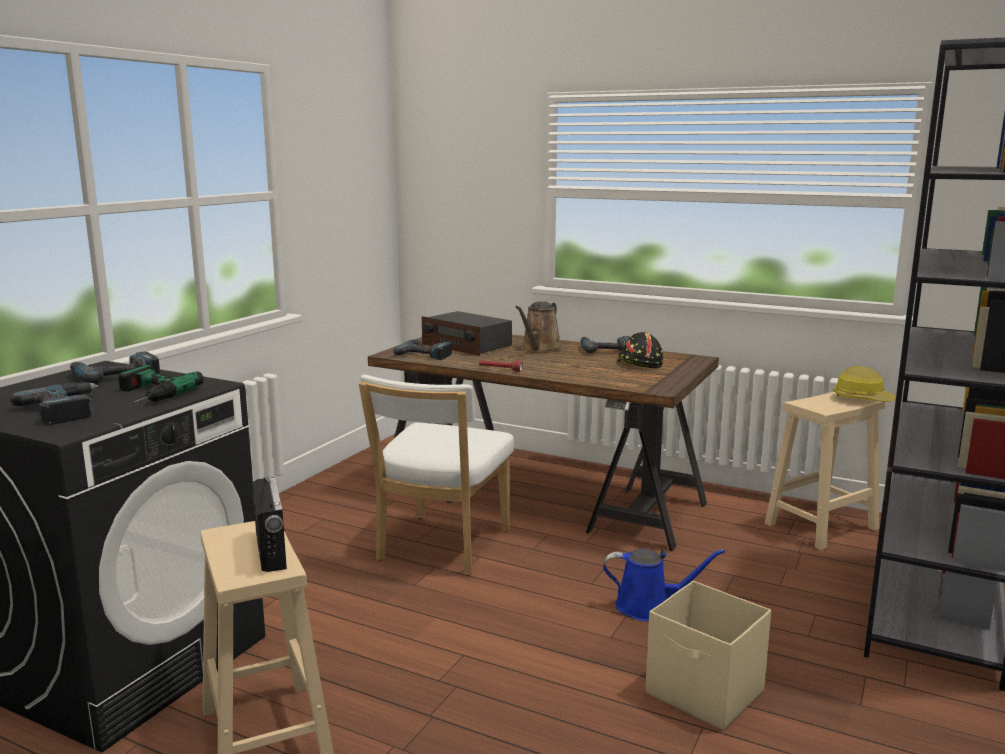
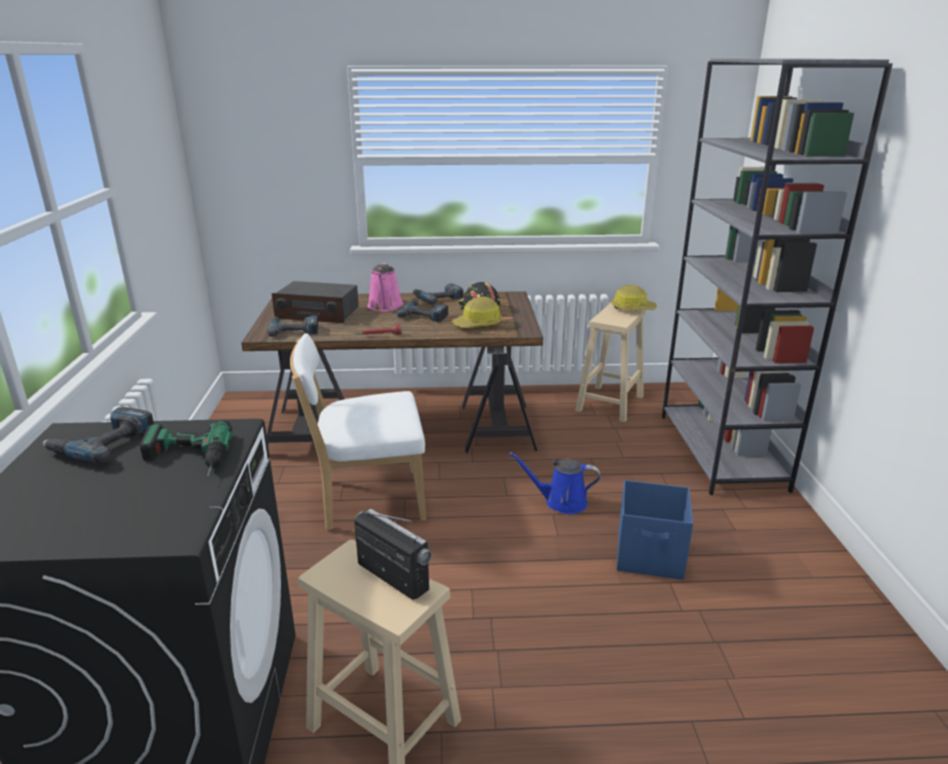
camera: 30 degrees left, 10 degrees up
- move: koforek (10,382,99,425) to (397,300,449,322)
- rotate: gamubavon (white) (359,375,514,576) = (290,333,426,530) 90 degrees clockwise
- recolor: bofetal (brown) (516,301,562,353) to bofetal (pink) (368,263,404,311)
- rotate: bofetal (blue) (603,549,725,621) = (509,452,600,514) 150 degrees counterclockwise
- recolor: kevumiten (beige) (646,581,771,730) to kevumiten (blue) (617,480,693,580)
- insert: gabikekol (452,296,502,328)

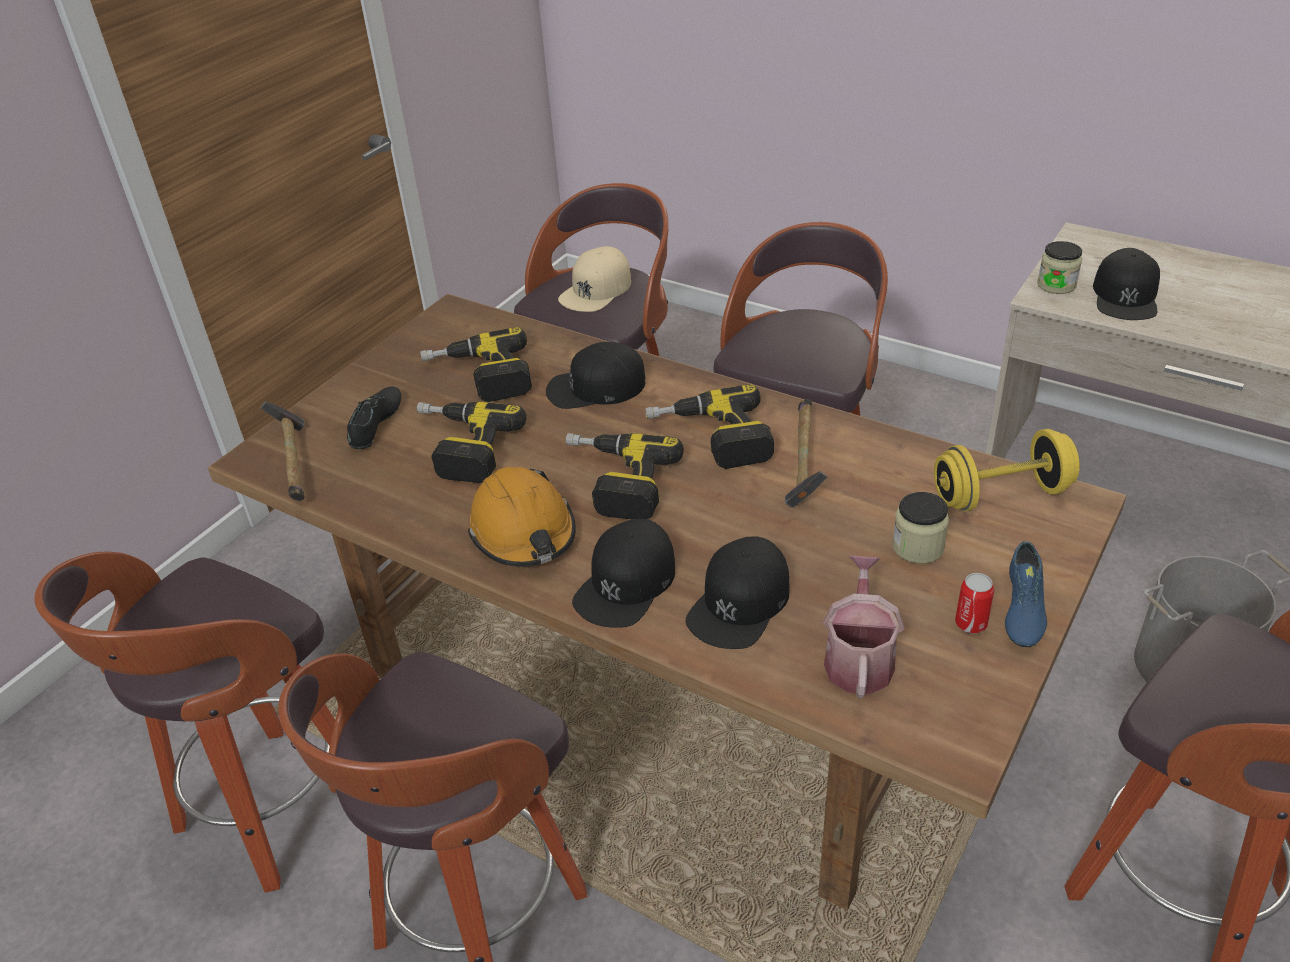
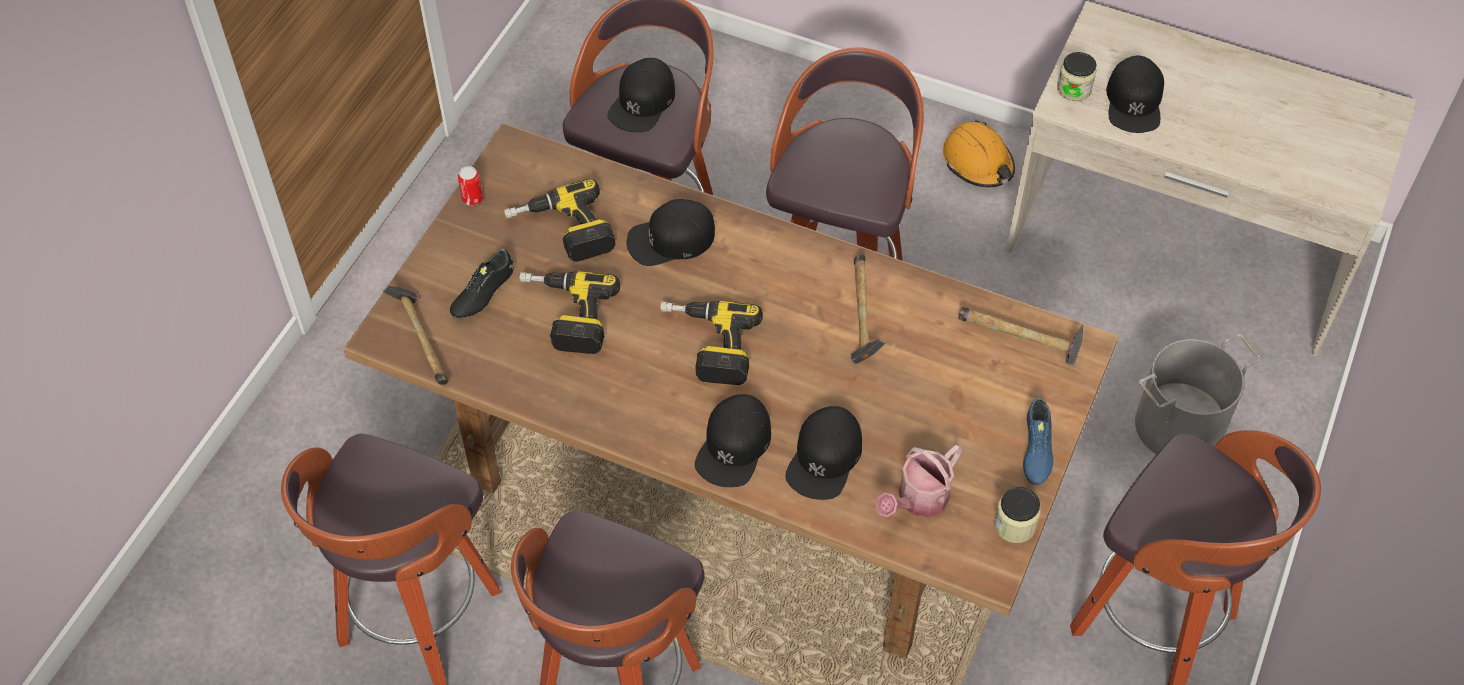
camera: 10 degrees left, 15 degrees up
- rotate: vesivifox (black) (347,386,401,449) = (450,249,514,318) 150 degrees counterclockwise
- move: gabikekol (orange) (468,467,576,567) to (943,120,1015,187)
- recolor: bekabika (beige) (558,246,631,312) to bekabika (black) (607,58,675,132)
- delete: koforek (645,384,774,469)
- rotate: bofetal (823,555,904,698) = (875,445,962,518) 135 degrees counterclockwise
- move: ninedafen (892,492,949,564) to (994,487,1041,543)
- replace: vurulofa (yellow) (934,429,1080,511) to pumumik (958,307,1083,366)
- move: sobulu (955,573,994,633) to (458,166,483,206)

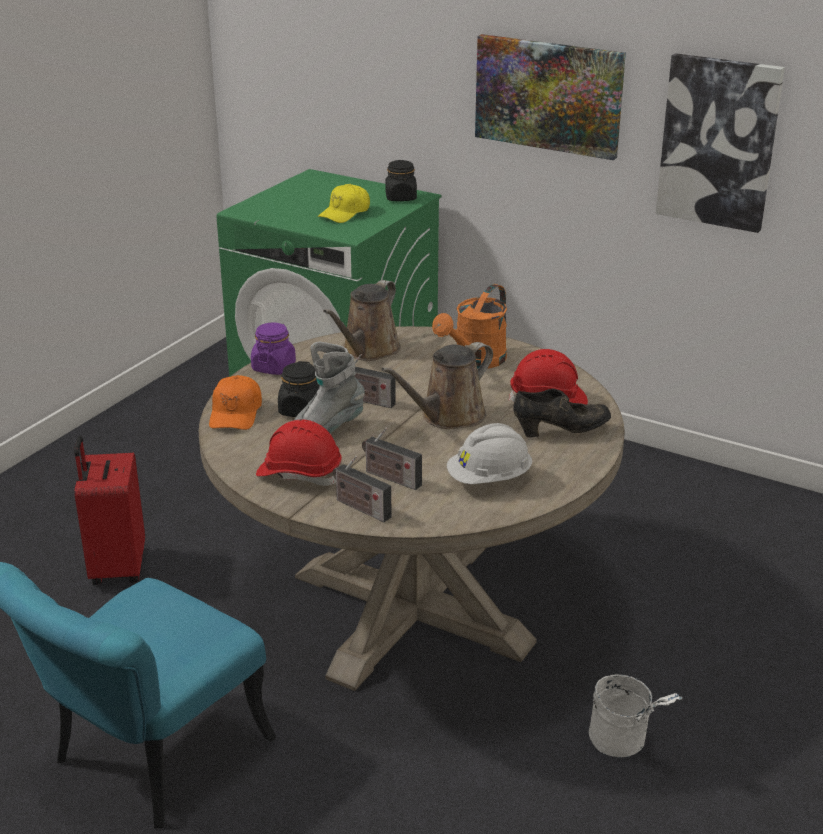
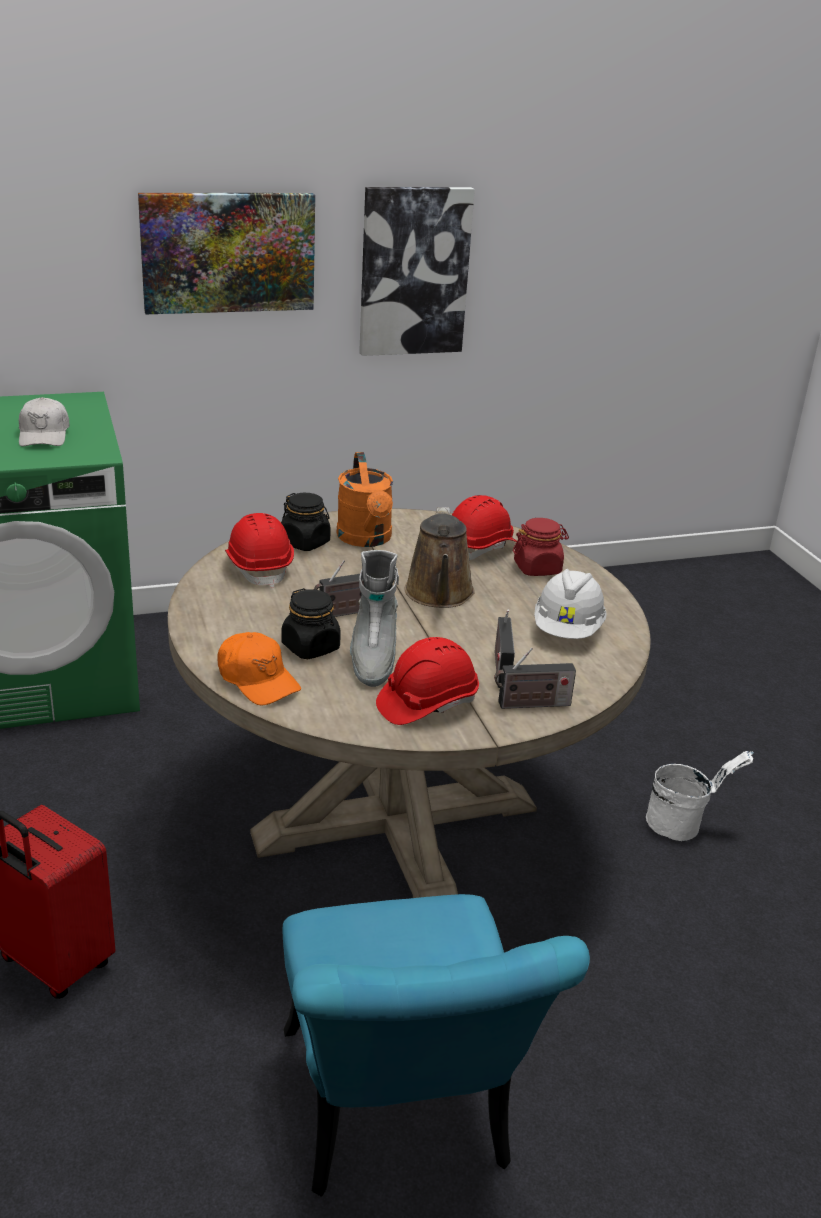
camera: 50 degrees left, 0 degrees up
- delete: ninedafen (purple) (251,323,296,375)
- recolor: bekabika (yellow) (318,184,370,223) to bekabika (white) (19,397,69,446)
- replace: bofetal (brown) (323,280,401,361) to gabikekol (red) (225,513,294,588)
- rotate: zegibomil (362,427,422,490) = (495,610,515,688) 105 degrees clockwise
- move: ninedafen (black) (385,160,417,201) to (281,493,331,551)
- replace: vesivifox (black) (513,389,611,438) to ninedafen (red) (513,518,569,576)

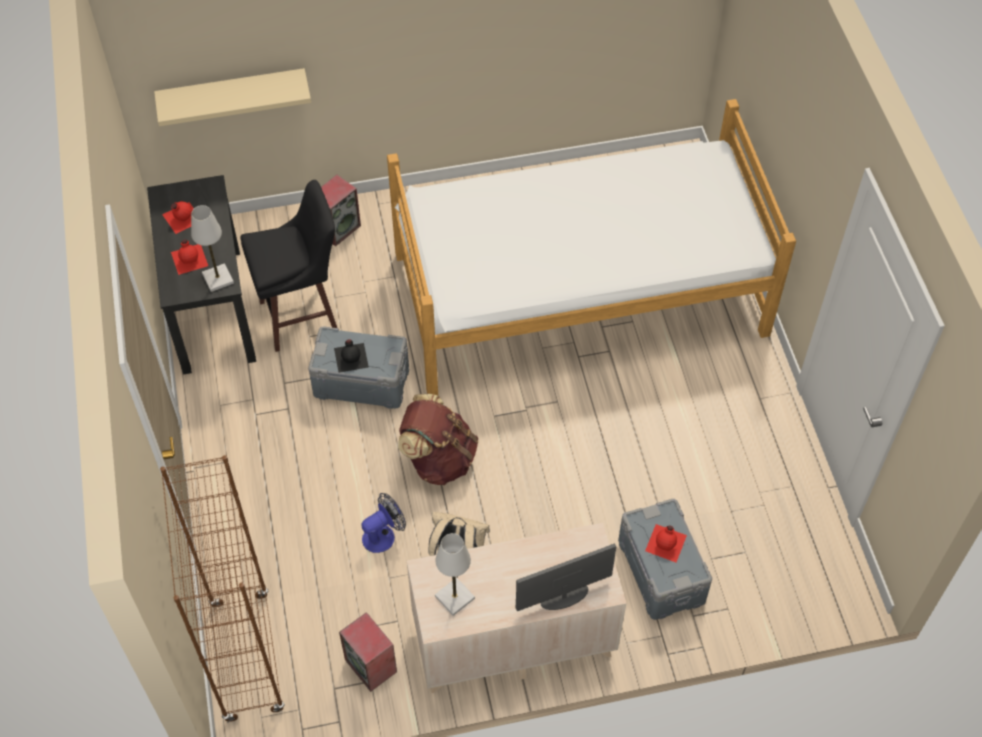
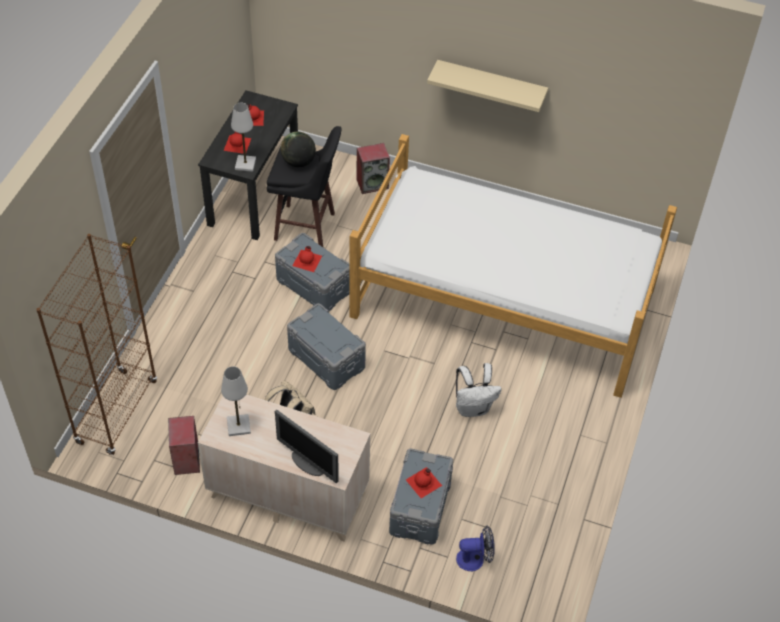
camera: 30 degrees right, 5 degrees down
- move: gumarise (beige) (154,68,311,126) to (427,60,548,112)
- recolor: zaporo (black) (334,339,369,373) to zaporo (red) (292,246,322,272)
- move: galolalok (361,493,406,553) to (456,526,495,571)
- replace: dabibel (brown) (398,394,478,485) to kevumiten (grey) (287,303,366,390)
- rotate: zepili (515,543,616,611) = (275,410,339,483) 150 degrees counterclockwise
- insert: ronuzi (281,132,316,167)
- insert: dabibel (white) (456,363,502,417)

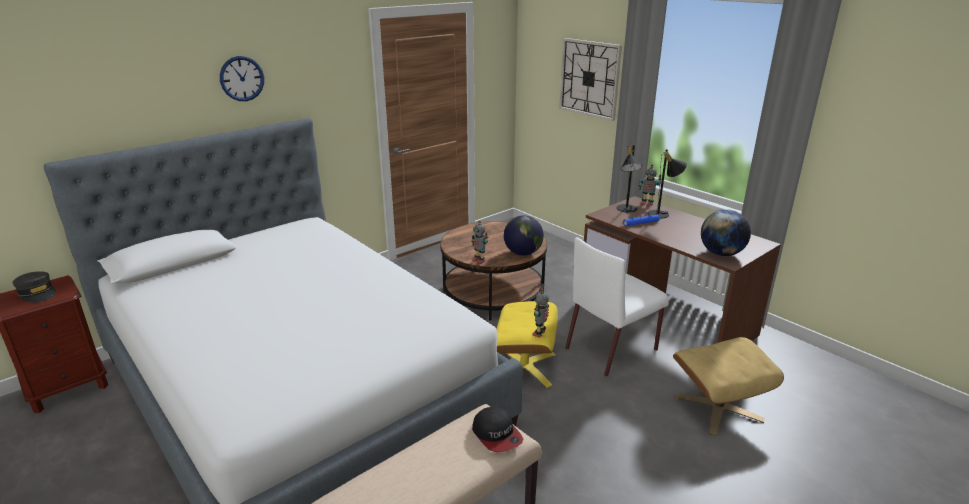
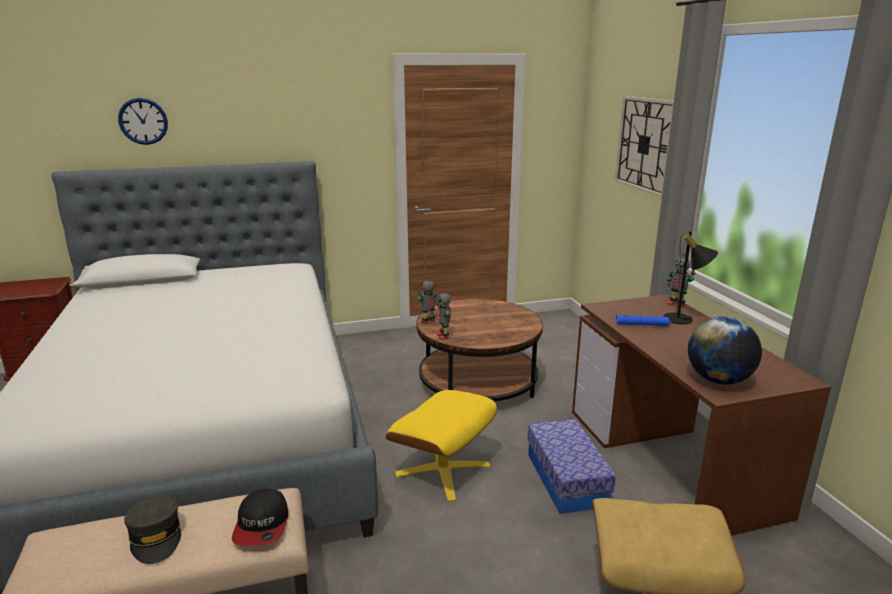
camera: 25 degrees right, 5 degrees down
- move: bekabika (grey) (13,271,56,303) to (124,495,181,564)
- move: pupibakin (220,56,264,101) to (118,98,168,145)
- delete: ronuzi (504,215,544,256)
- move: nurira (532,289,549,338) to (417,276,439,324)
- replace: gamubavon (white) (565,237,669,377) to kevumiten (527,419,616,514)
- delete: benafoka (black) (616,145,642,213)

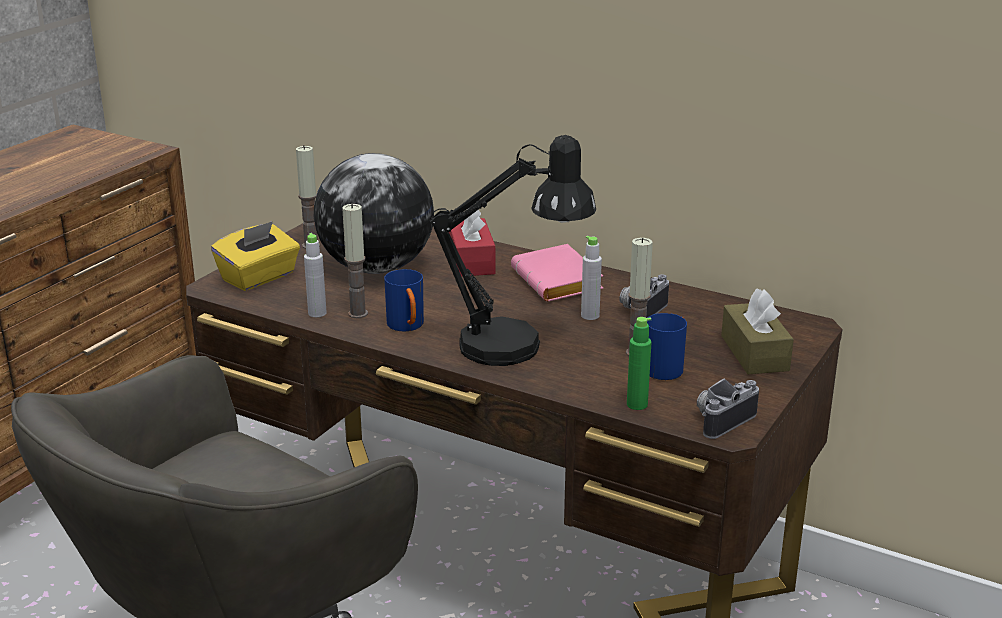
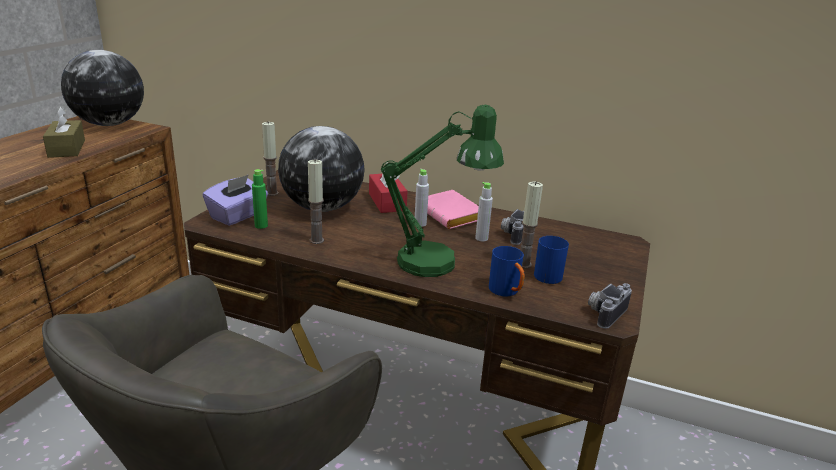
camera: 10 degrees left, 0 degrees up
- recolor: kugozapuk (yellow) (211,221,300,291) to kugozapuk (purple) (203,175,268,226)
- move: zaporo (grey) (304,233,327,317) to (415,169,429,227)
- move: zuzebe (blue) (384,269,424,331) to (489,246,525,296)
- recolor: benafoka (black) (430,135,596,366) to benafoka (green) (381,105,504,277)
- move: zaporo (green) (627,317,652,410) to (252,169,268,229)
- move: kugozapuk (brown) (721,288,794,374) to (43,107,85,158)
- insert: ronuzi (61,50,144,126)

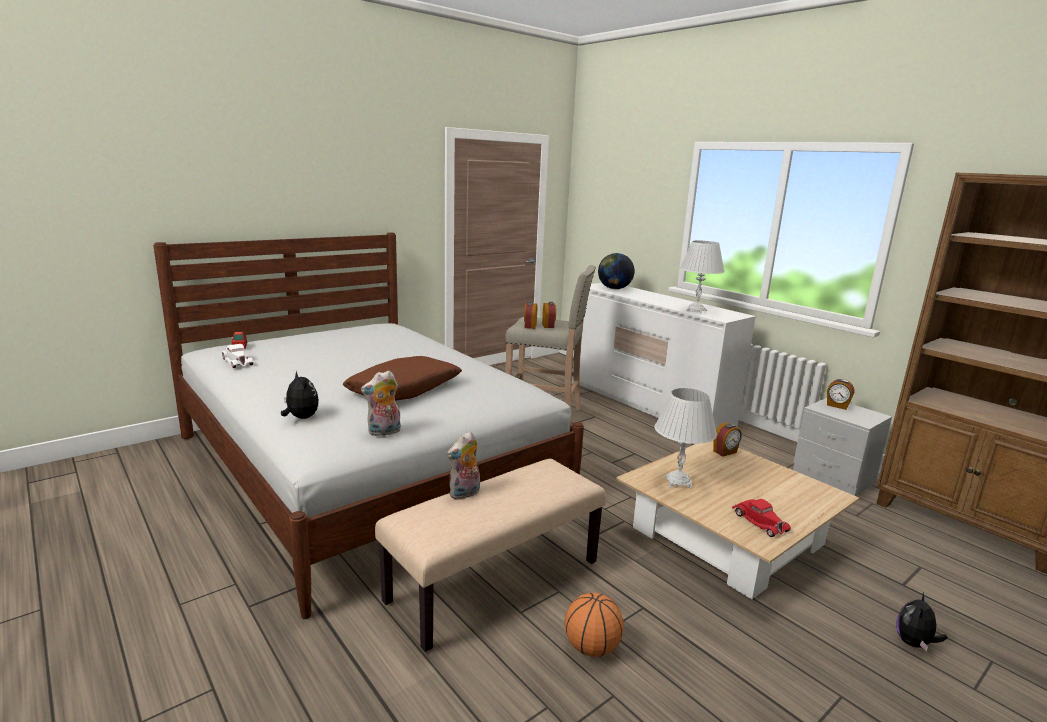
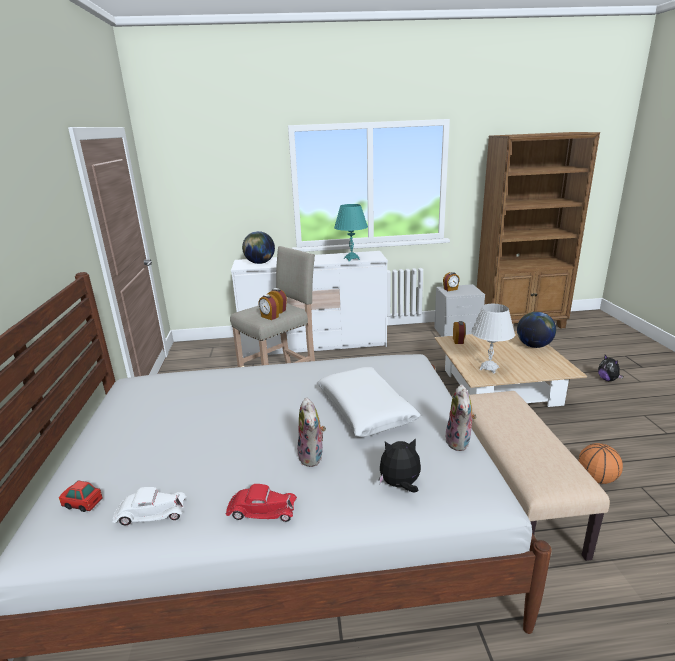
camera: 55 degrees left, 5 degrees up
- recolor: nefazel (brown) (343,356,462,401) to nefazel (white) (317,367,421,437)
- move: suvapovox (447,431,480,500) to (297,397,326,467)
- recolor: benafoka (white) (680,240,725,314) to benafoka (turquoise) (334,204,368,261)
- move: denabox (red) (732,499,791,537) to (226,484,297,522)
- insert: ronuzi (517,312,556,348)

